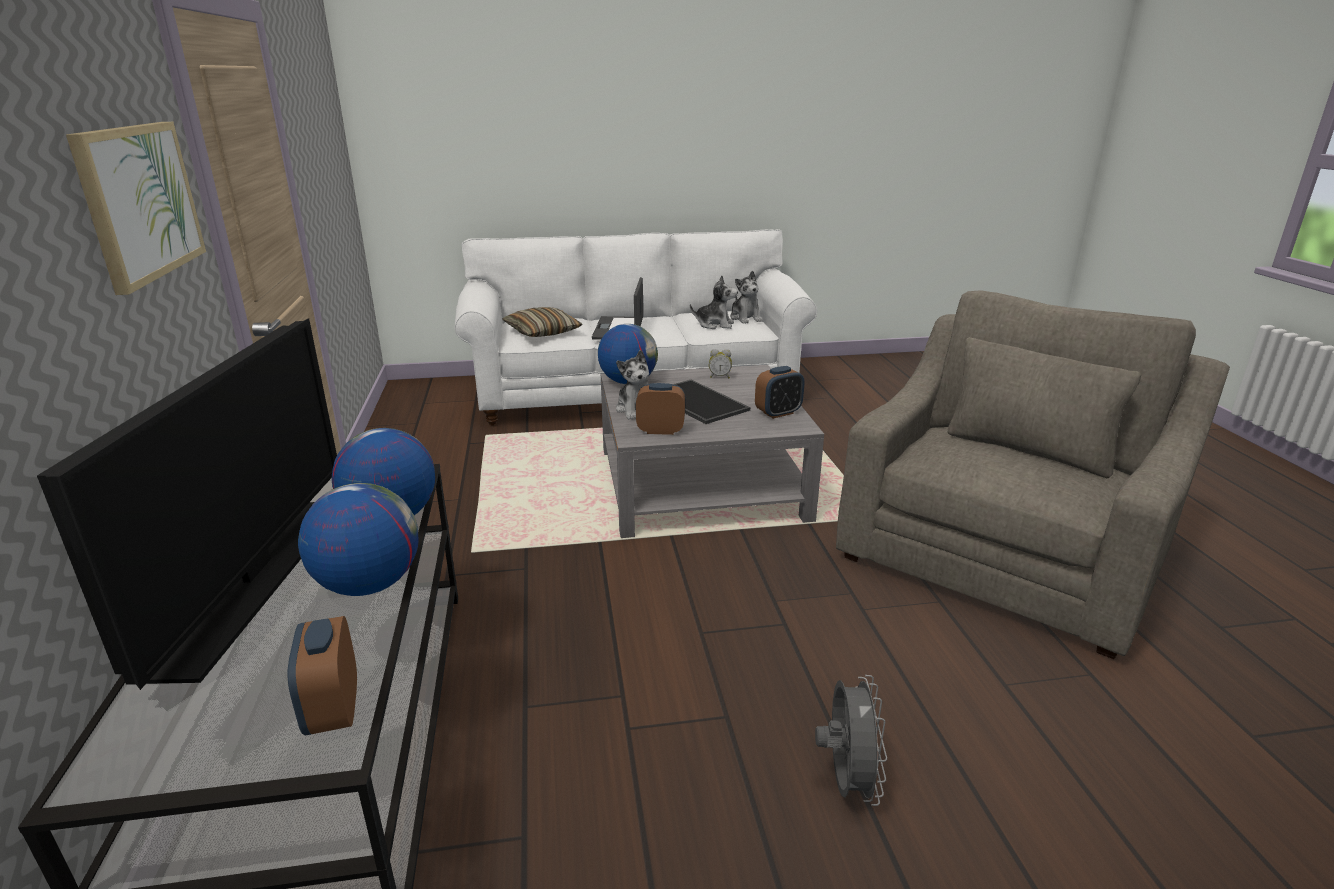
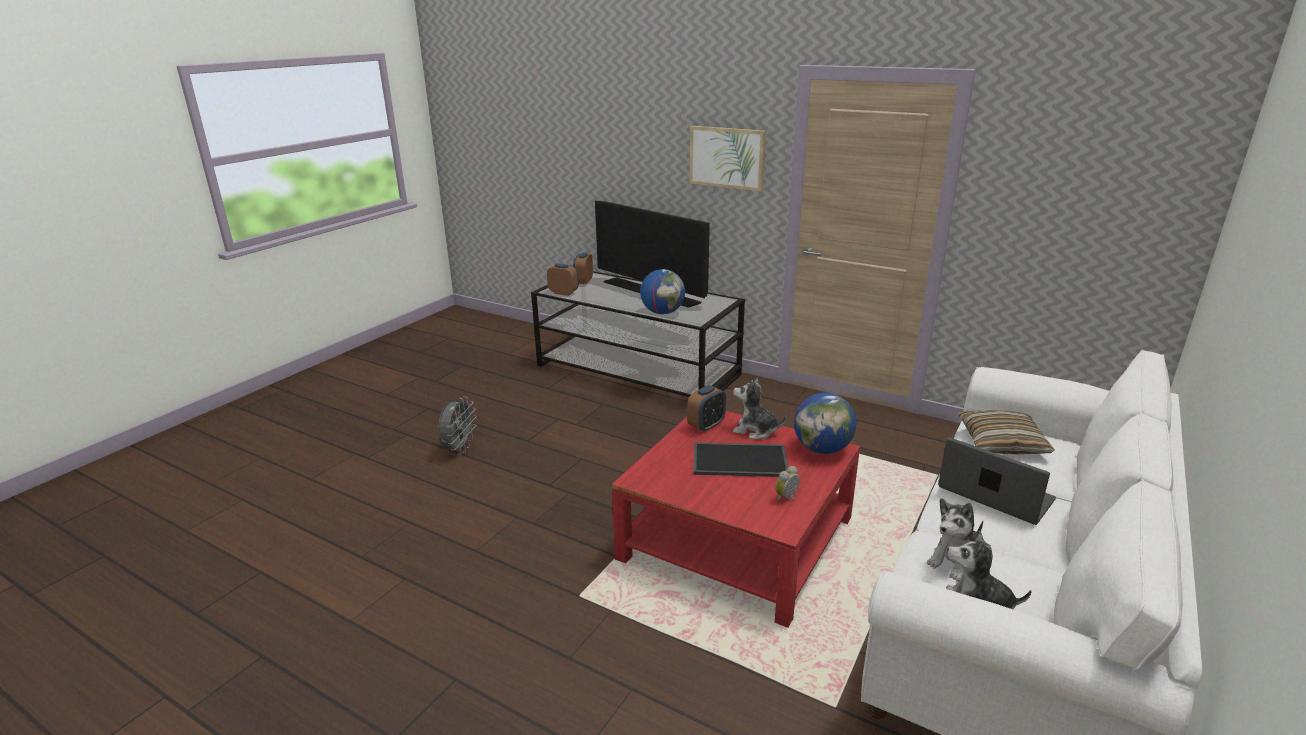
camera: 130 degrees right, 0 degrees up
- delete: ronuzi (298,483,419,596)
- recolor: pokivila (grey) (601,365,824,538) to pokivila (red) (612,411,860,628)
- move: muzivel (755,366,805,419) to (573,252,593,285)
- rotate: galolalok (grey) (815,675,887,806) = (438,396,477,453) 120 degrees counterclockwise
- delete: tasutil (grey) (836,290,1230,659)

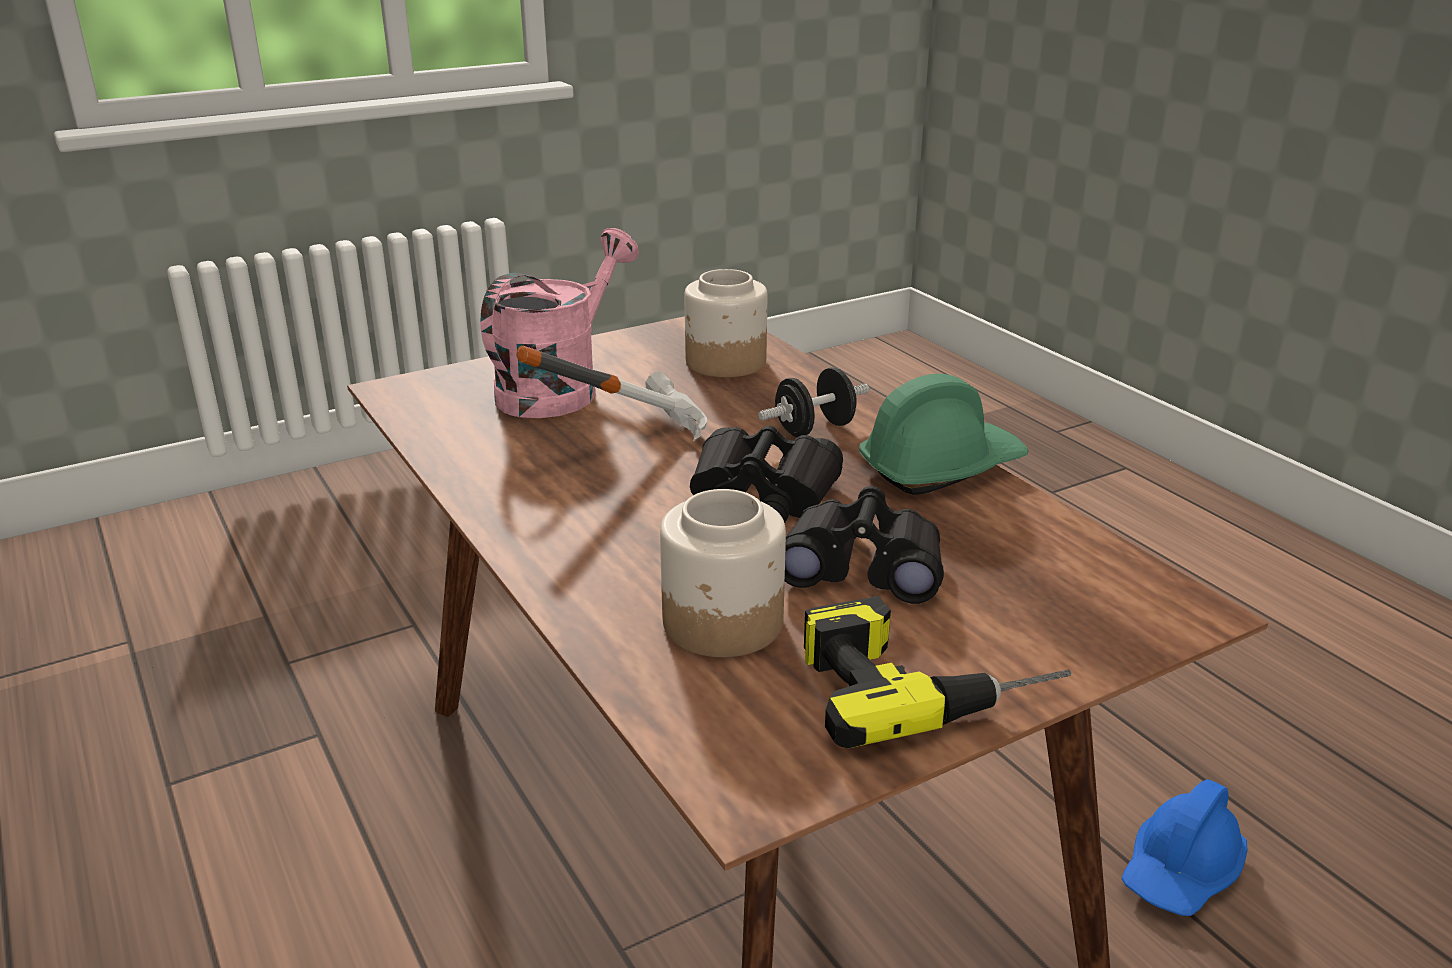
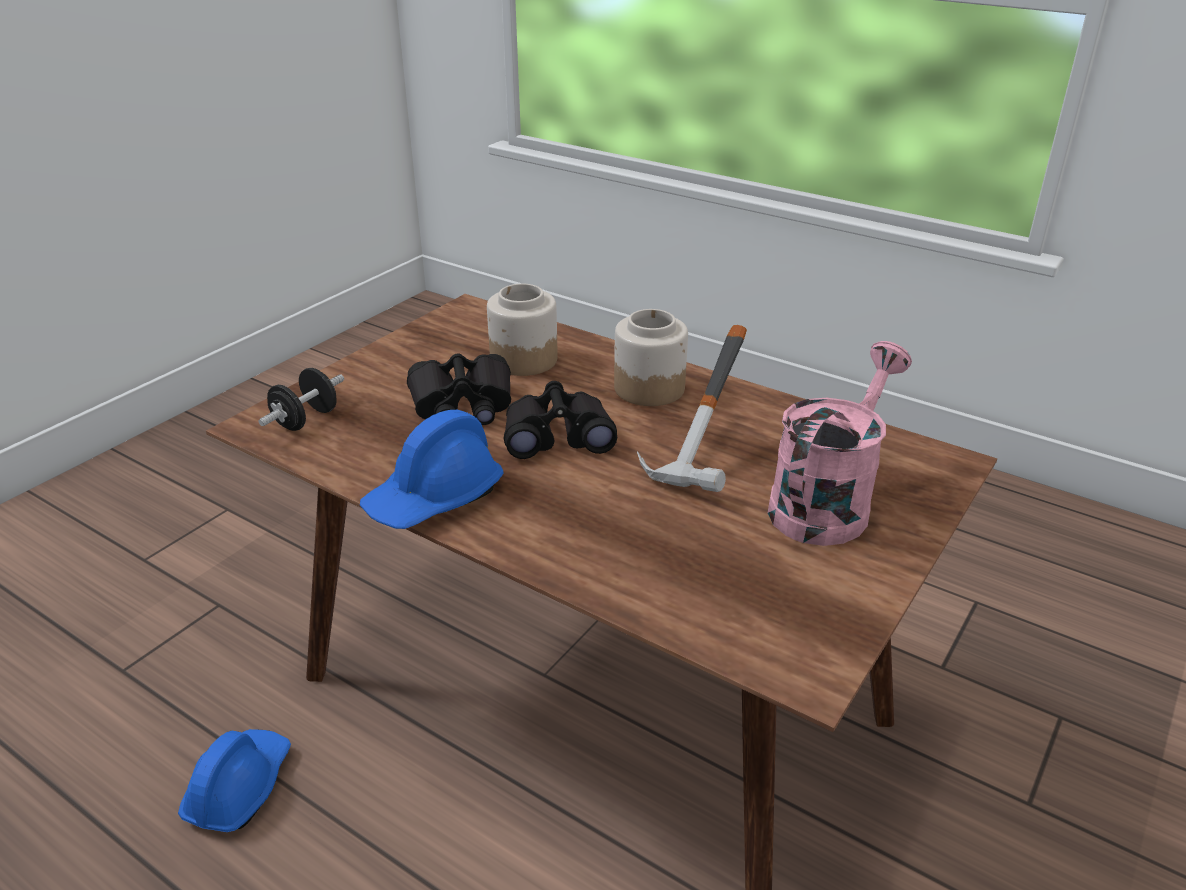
camera: 155 degrees right, 5 degrees up
- rotate: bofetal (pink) (480,228,639,418) = (768,341,912,546) 150 degrees counterclockwise
- move: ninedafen (684,269,767,377) to (614,309,688,406)
- move: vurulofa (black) (758,367,869,437) to (259,368,344,431)
- delete: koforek (804,596,1071,748)
- recolor: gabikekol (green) (859,373,1028,495) to gabikekol (blue) (360,410,504,529)

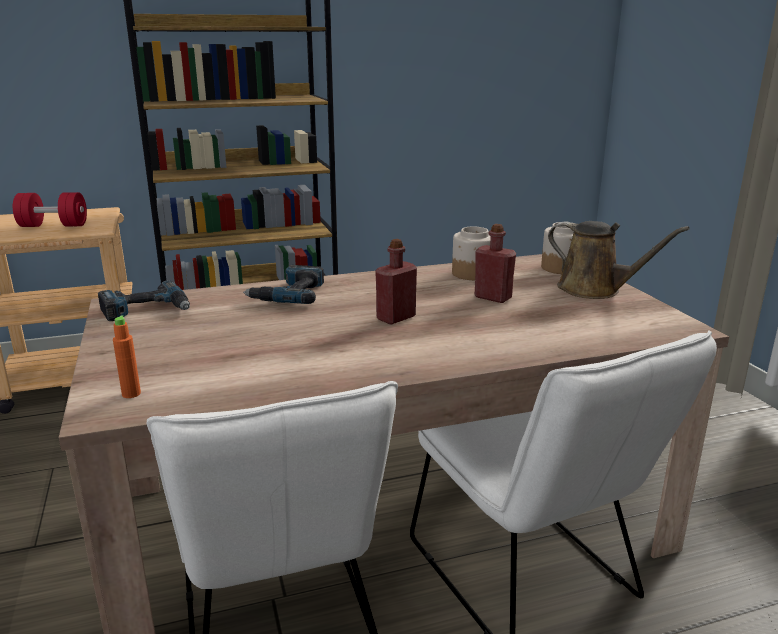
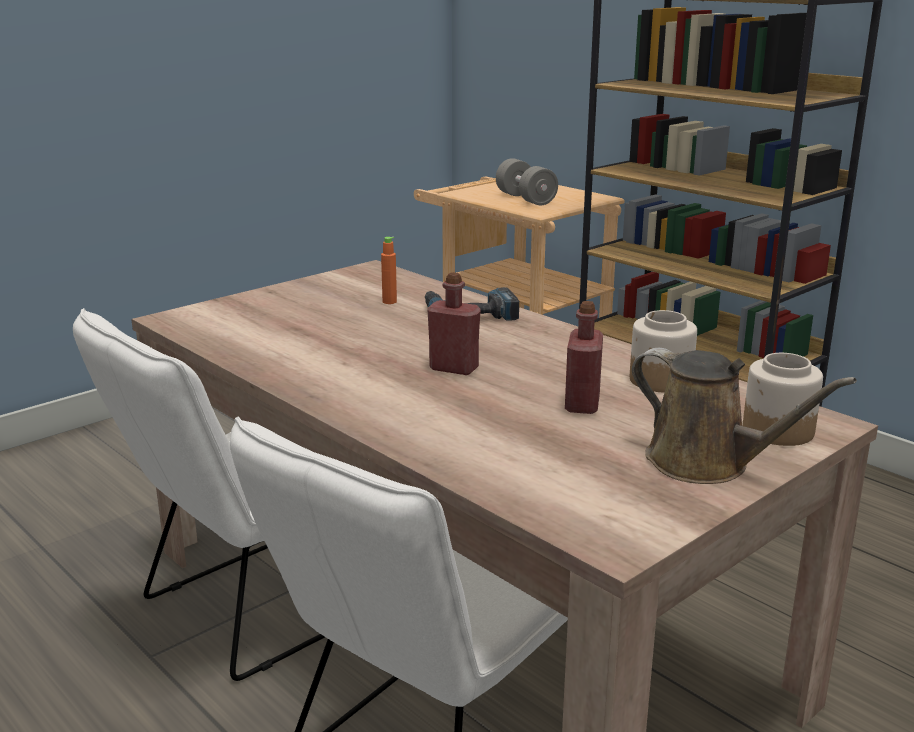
camera: 65 degrees right, 0 degrees up
- recolor: vurulofa (red) (13,192,87,227) to vurulofa (grey) (496,158,558,205)
- delete: koforek (98,280,190,321)
- move: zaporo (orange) (113,316,141,398) to (381,237,397,304)
- rotate: bofetal (brown) (548,221,690,299) = (632,348,857,484) 60 degrees counterclockwise

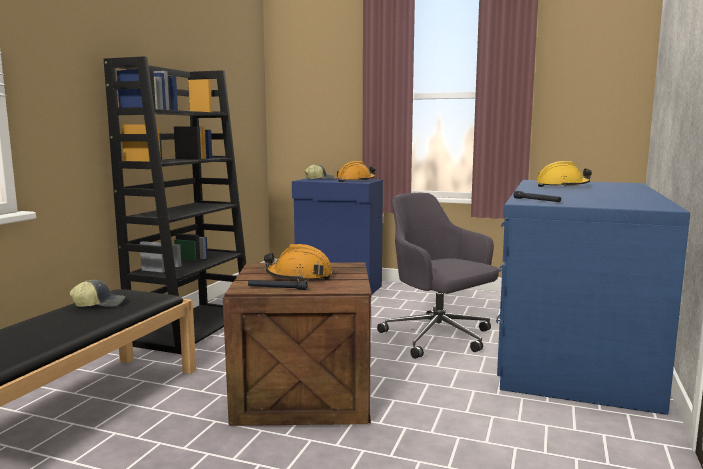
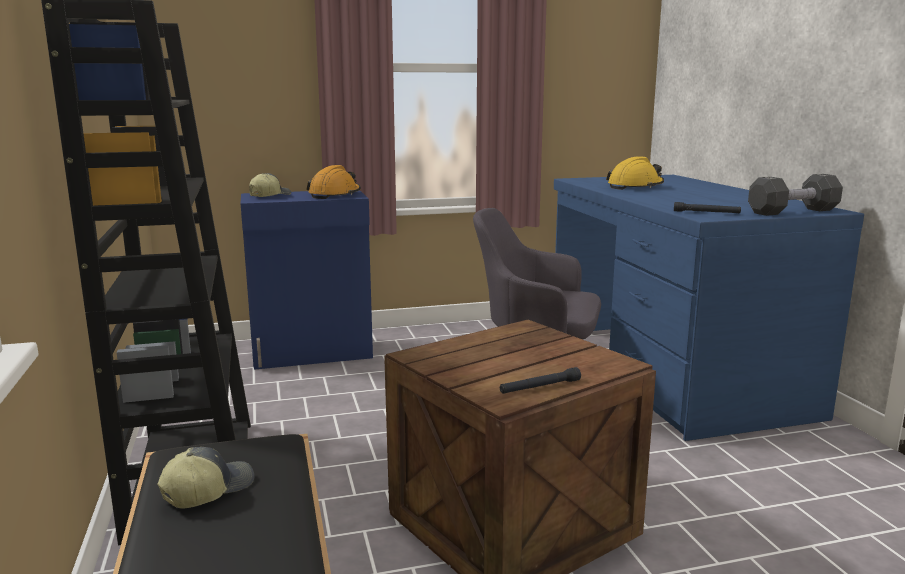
camera: 35 degrees left, 5 degrees up
- delete: gabikekol (orange) (264,244,332,282)
- insert: vurulofa (black) (748,174,843,216)

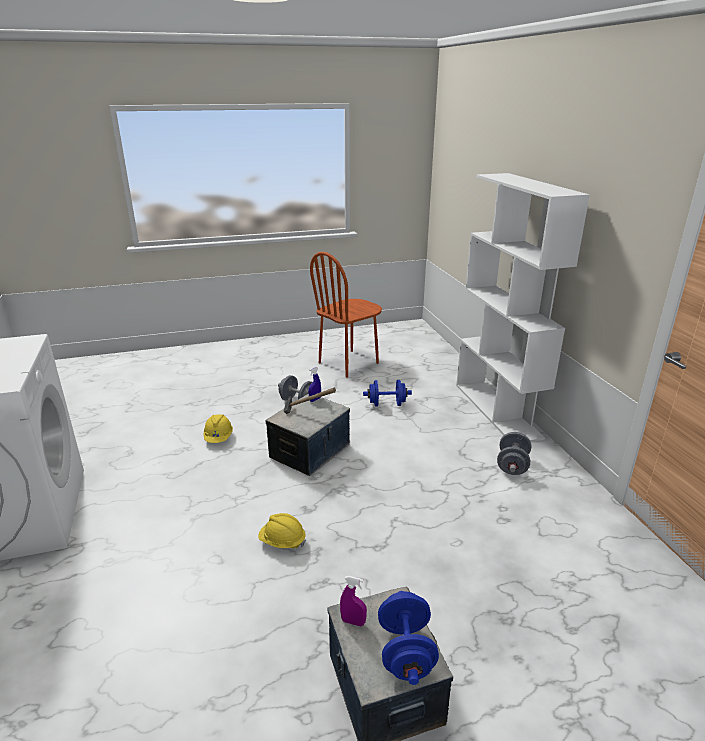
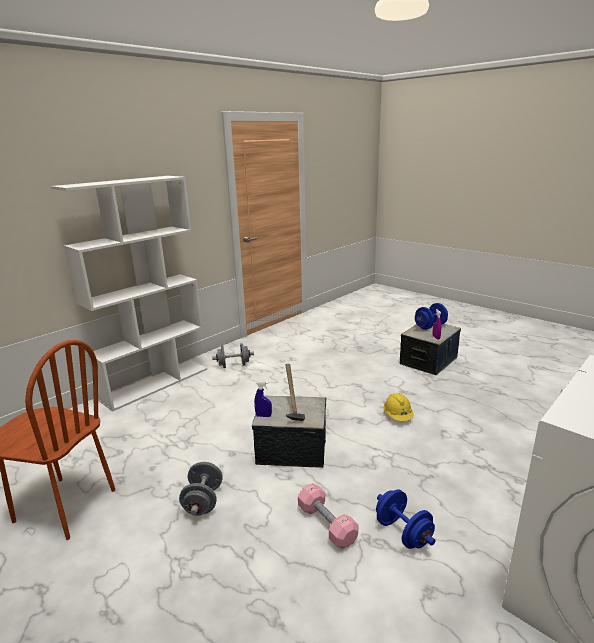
camera: 120 degrees left, 5 degrees down
- replace: gabikekol (yellow) (204,414,233,443) to vurulofa (pink) (298,483,359,549)
- move: vurulofa (blue) (363,380,412,407) to (376,490,436,549)

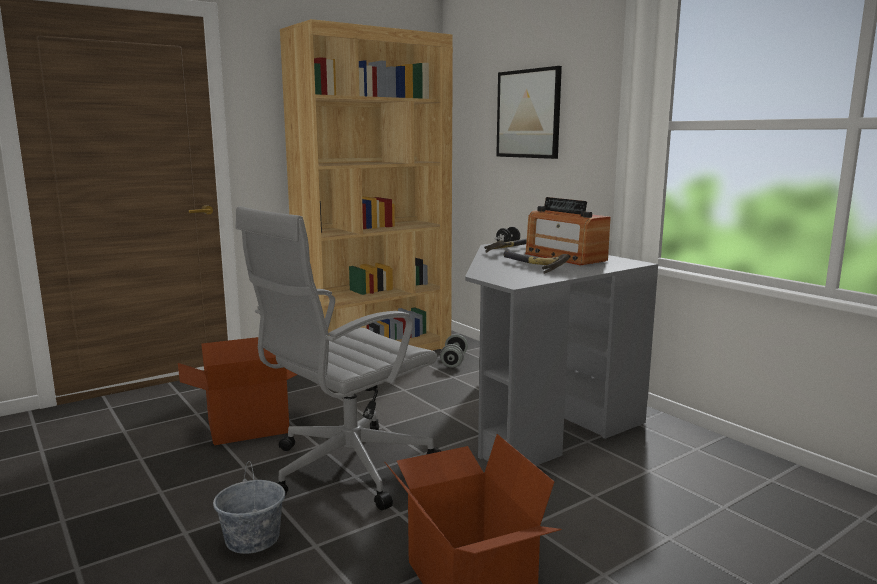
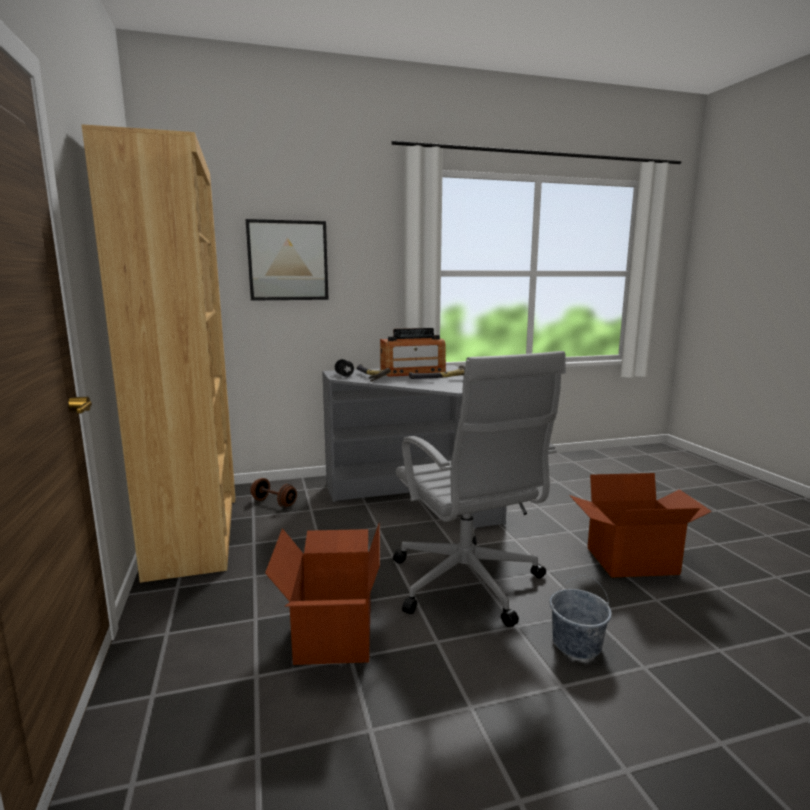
camera: 70 degrees left, 0 degrees up
- recolor: vurulofa (grey) (440,334,468,368) to vurulofa (brown) (250,478,297,507)

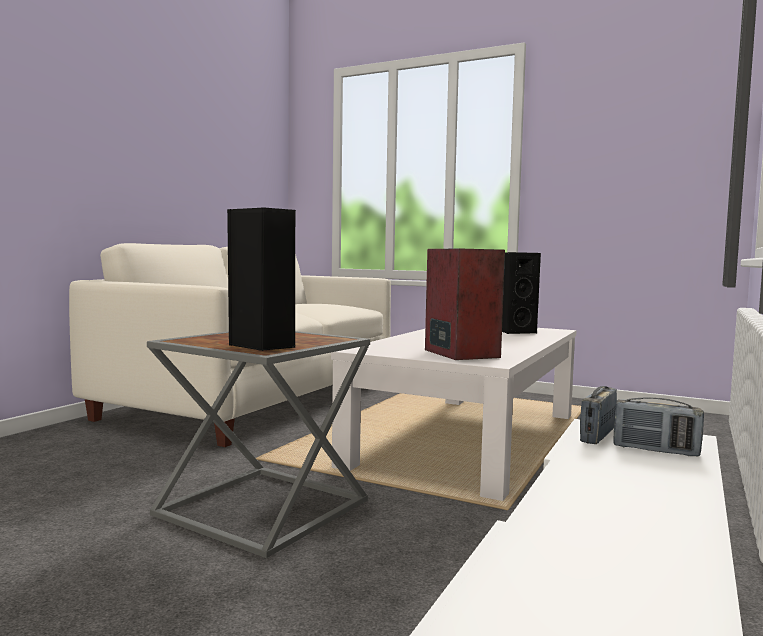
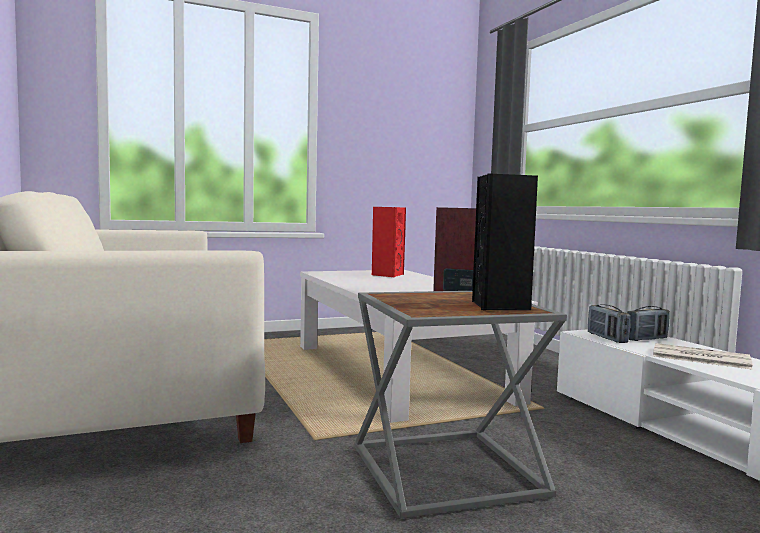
camera: 50 degrees left, 0 degrees up
- recolor: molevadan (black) (502,252,541,334) to molevadan (red) (372,207,406,277)
- insert: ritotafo (653,343,752,369)

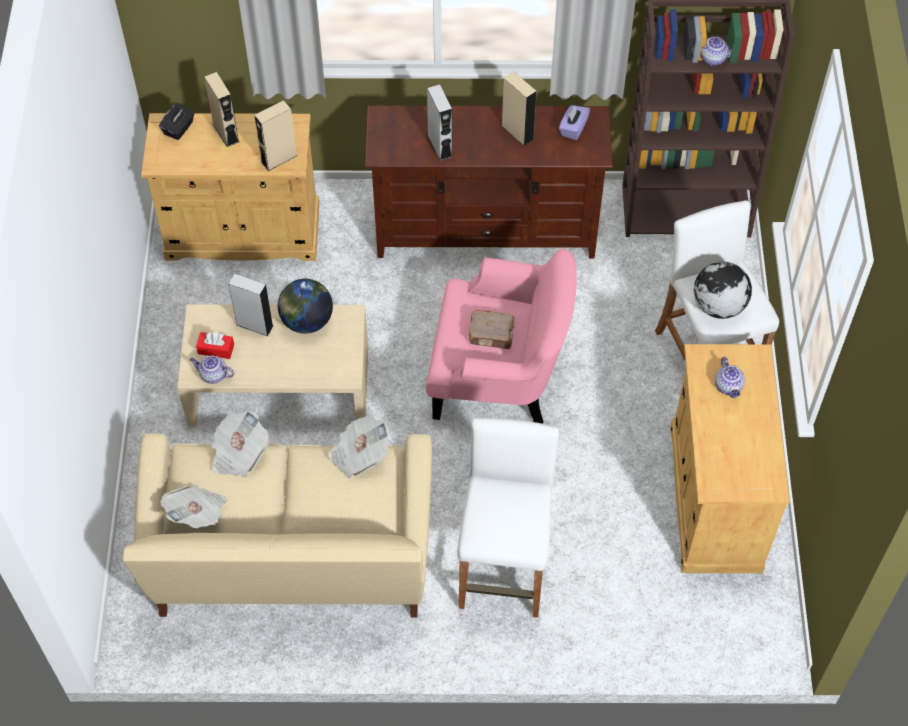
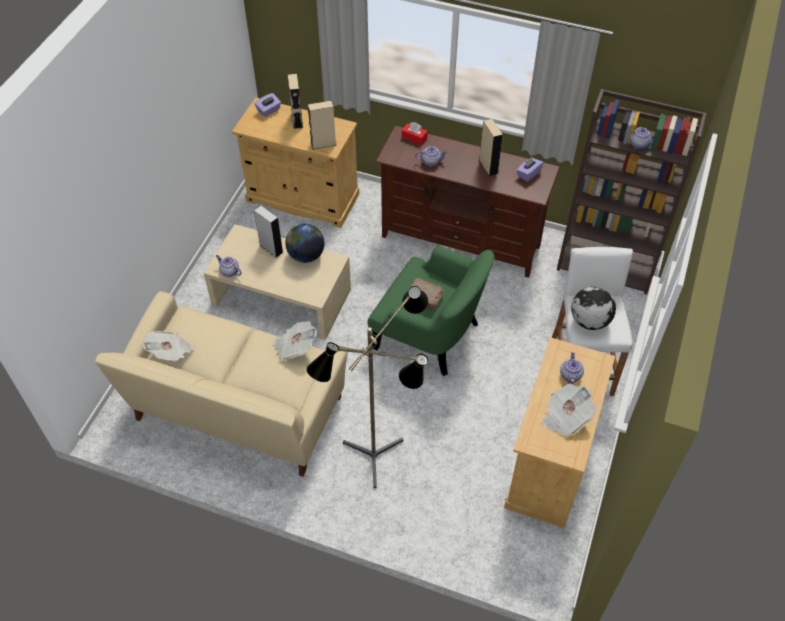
camera: 20 degrees right, 5 degrees down
- recolor: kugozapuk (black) (159,103,195,140) to kugozapuk (purple) (255,93,281,117)
- move: kugozapuk (red) (196,332,234,359) to (402,122,428,145)
- move: ritotafo (211,411,269,477) to (542,384,596,438)
- recolor: tasutil (pink) (426,248,577,424) to tasutil (green) (368,245,495,376)
- replace: molevadan (grey) (427,84,453,161) to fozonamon (415,146,448,166)
- replace: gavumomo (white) (457,418,559,618) to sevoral (306,286,428,488)

